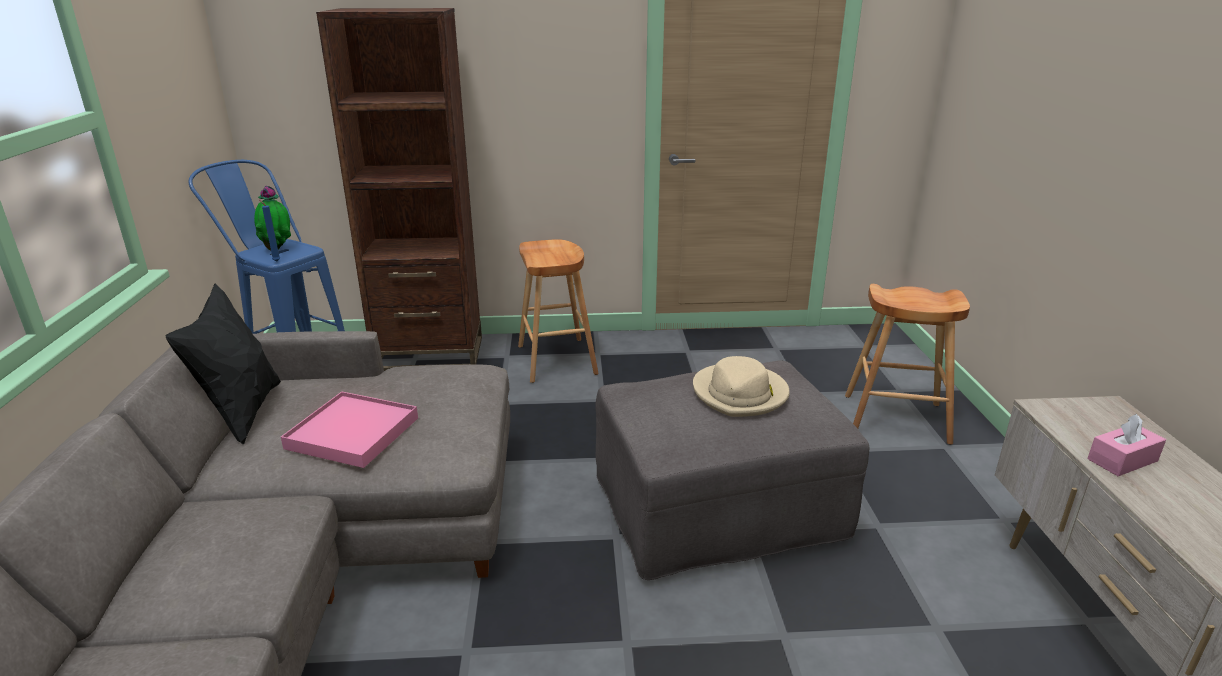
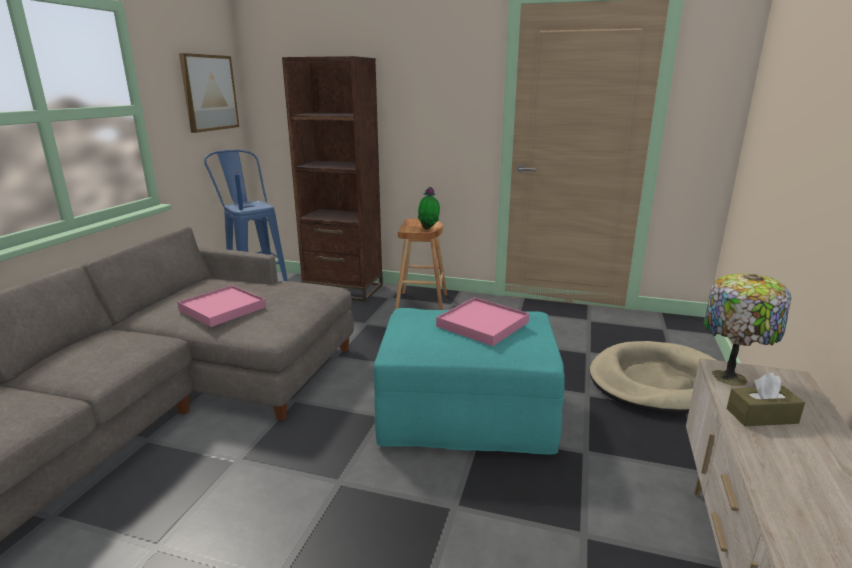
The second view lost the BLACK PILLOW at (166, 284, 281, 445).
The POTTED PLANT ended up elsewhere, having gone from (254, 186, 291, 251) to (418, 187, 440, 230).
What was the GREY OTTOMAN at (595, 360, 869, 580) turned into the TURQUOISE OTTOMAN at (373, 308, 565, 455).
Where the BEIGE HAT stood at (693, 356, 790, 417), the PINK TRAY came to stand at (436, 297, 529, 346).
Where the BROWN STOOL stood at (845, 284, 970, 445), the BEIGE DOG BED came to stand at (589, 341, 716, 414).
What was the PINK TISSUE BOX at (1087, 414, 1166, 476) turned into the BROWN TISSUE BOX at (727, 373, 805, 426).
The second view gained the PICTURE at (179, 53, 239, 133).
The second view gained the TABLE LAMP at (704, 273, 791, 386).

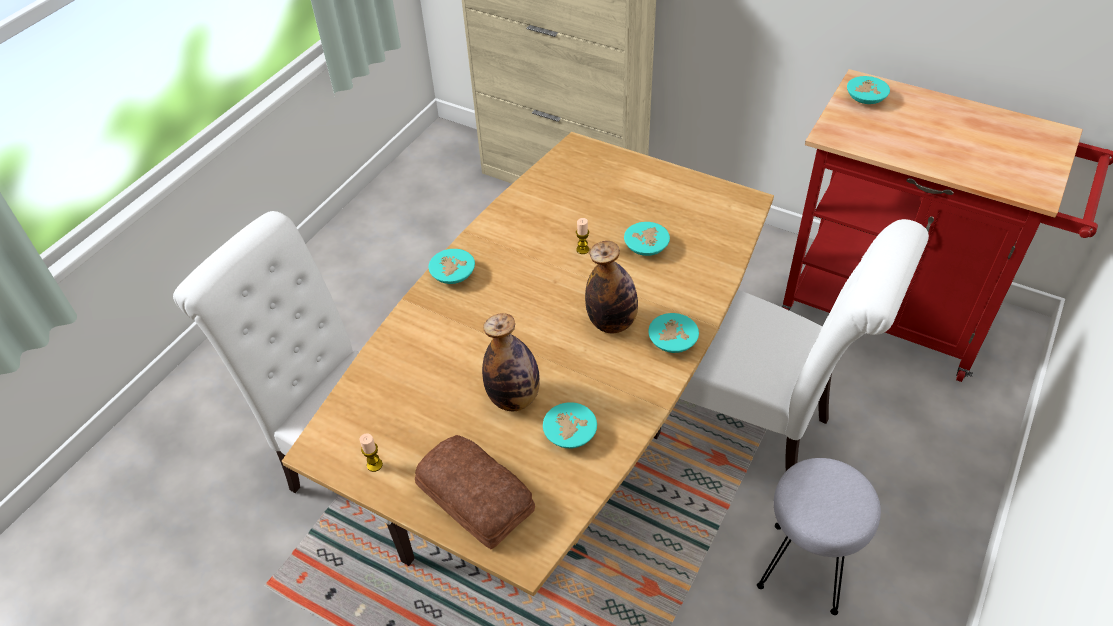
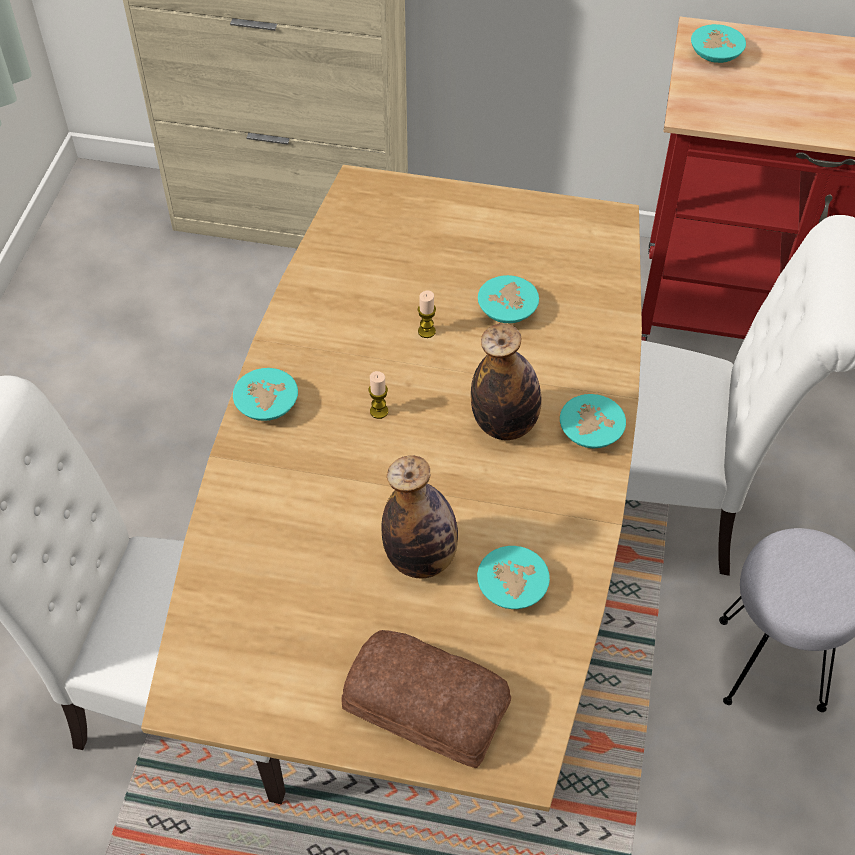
The CANDLE ended up elsewhere, having gone from (360, 434, 383, 472) to (369, 371, 388, 419).

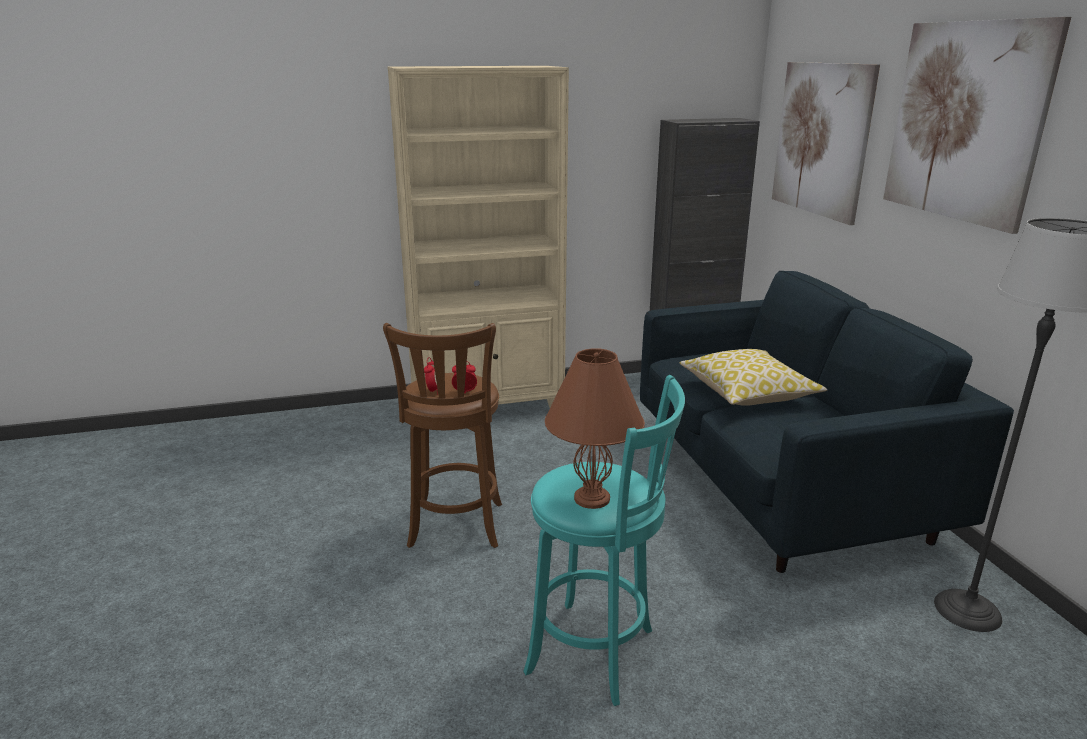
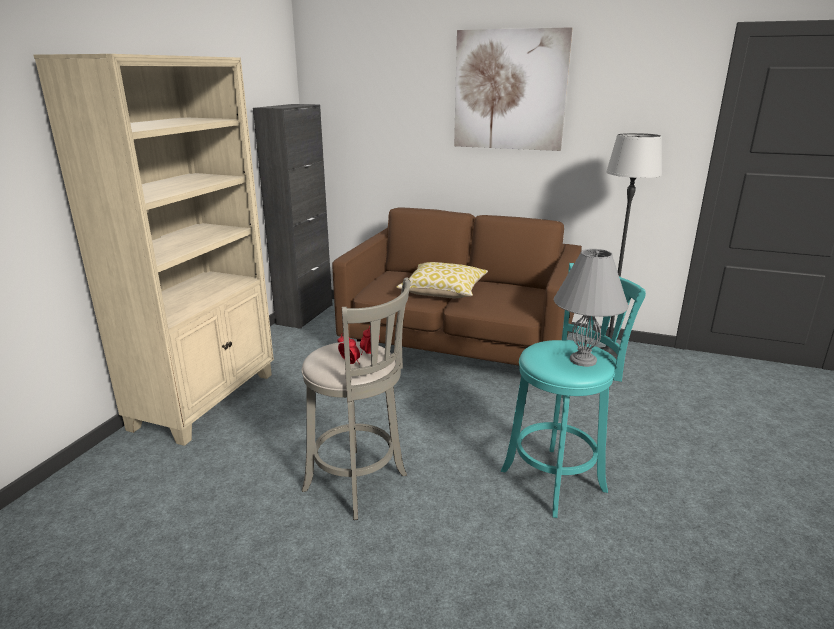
What was the BROWN STOOL at (383, 323, 502, 548) turned into the GREY STOOL at (302, 277, 411, 520).
What was the BROWN TABLE LAMP at (545, 348, 645, 509) turned into the GREY TABLE LAMP at (554, 249, 629, 367).
What was the BLUE SOFA at (640, 271, 1014, 573) turned into the BROWN SOFA at (332, 208, 582, 366).
The second view lost the PICTURE at (772, 62, 880, 225).

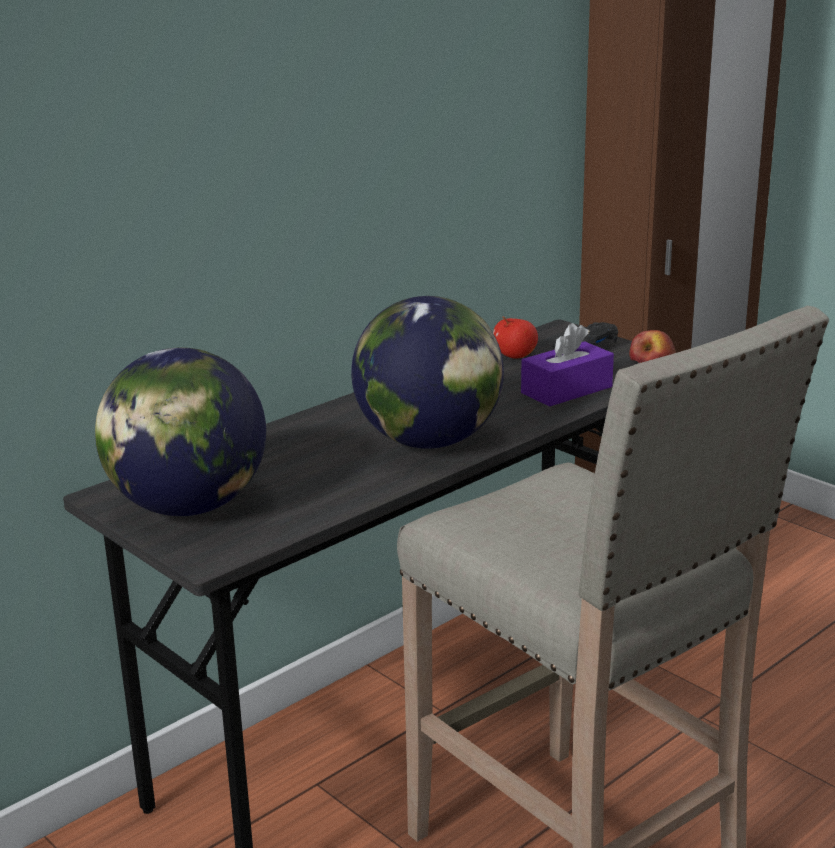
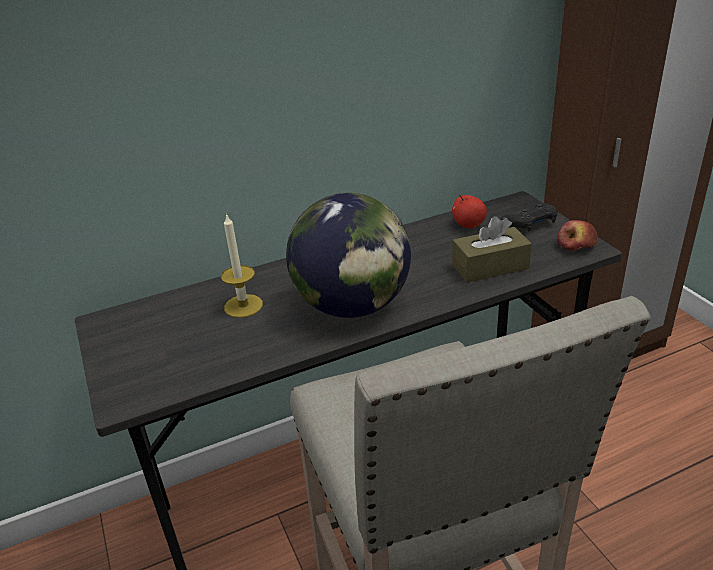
The second view lost the GLOBE at (95, 348, 266, 516).
What was the PURPLE TISSUE BOX at (521, 323, 614, 407) turned into the BROWN TISSUE BOX at (452, 216, 532, 283).
The second view gained the CANDLE at (221, 213, 263, 318).

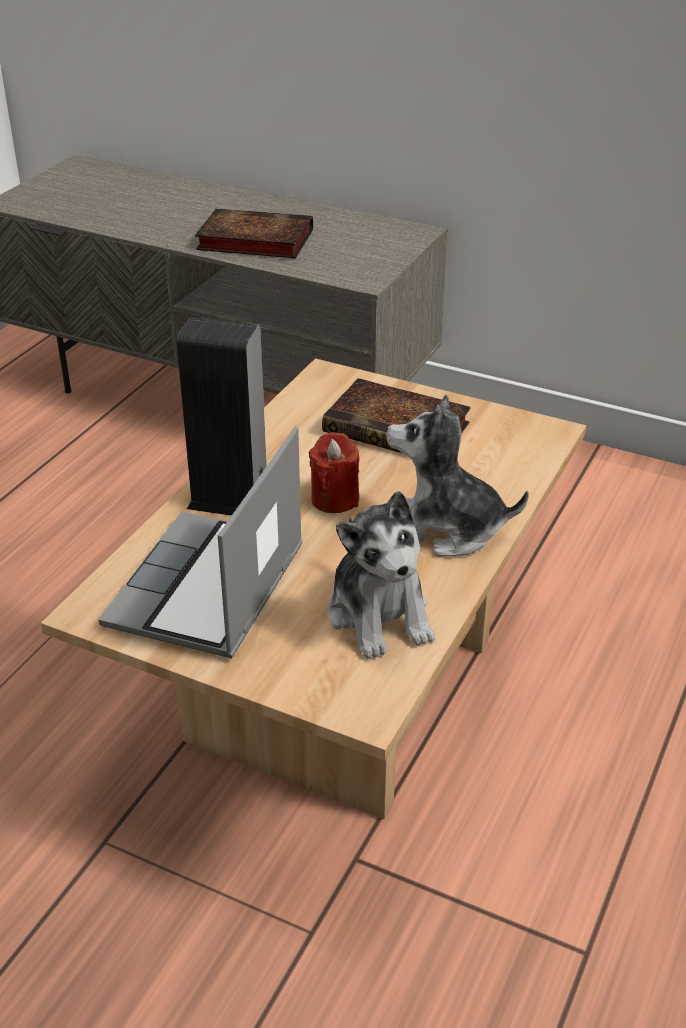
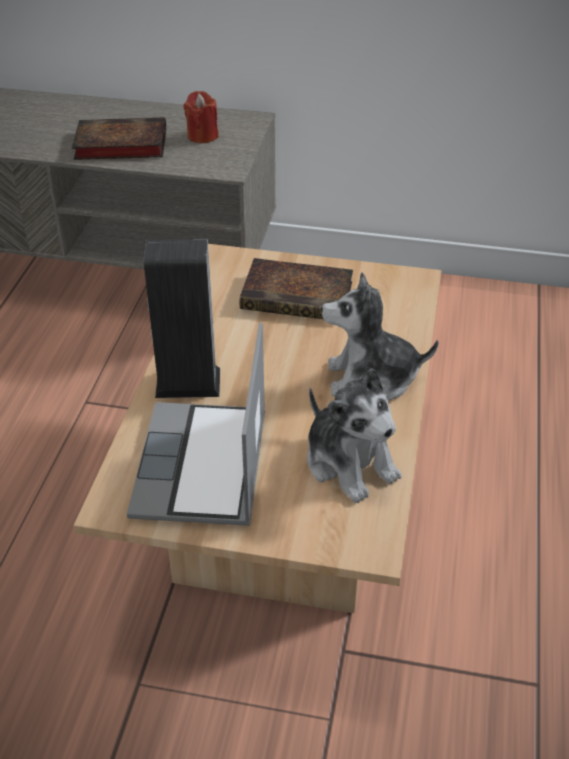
The RED CANDLE ended up elsewhere, having gone from (309, 432, 359, 513) to (184, 91, 219, 143).

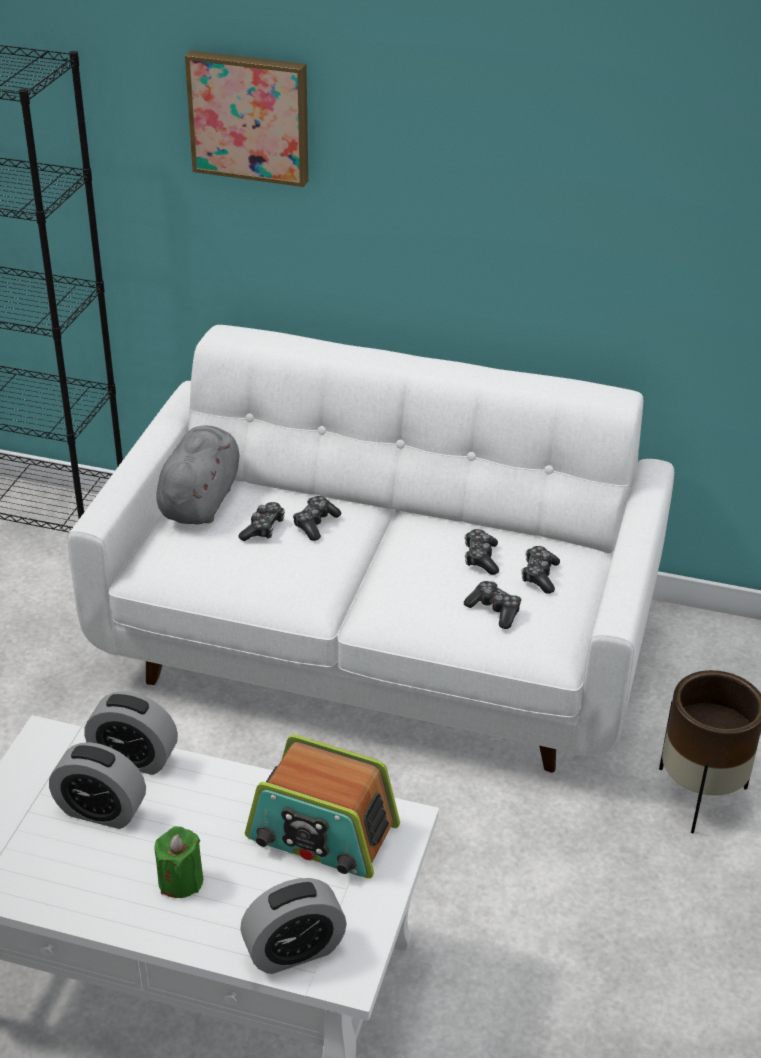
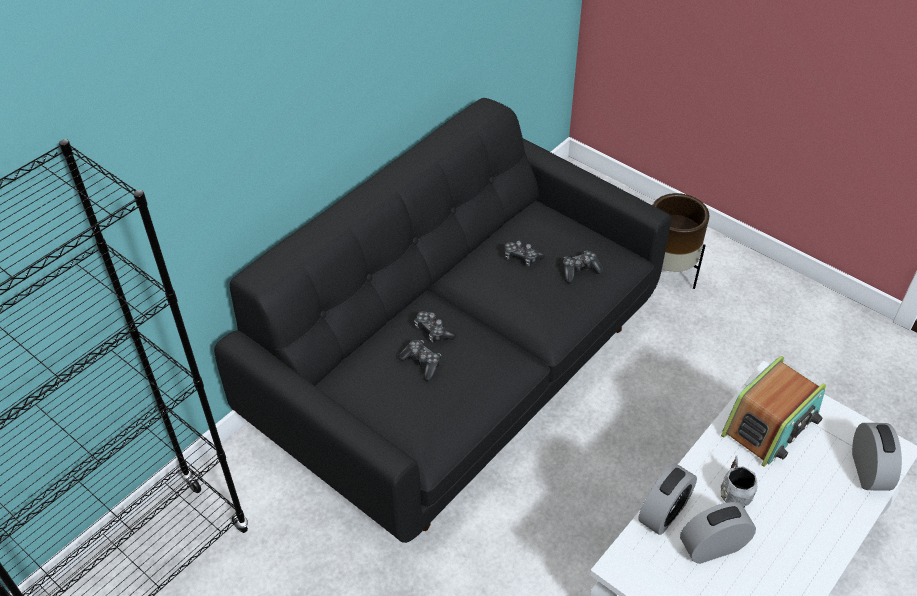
The ALARM CLOCK at (49, 742, 146, 829) ended up facing another way, 150 degrees counterclockwise from before.
What was the WHITE SOFA at (68, 325, 674, 773) turned into the BLACK SOFA at (214, 98, 671, 543).
The second view lost the GREEN CANDLE at (155, 826, 203, 898).
The second view lost the GREY PLUSH TOY at (156, 425, 239, 524).
The second view lost the PICTURE at (185, 50, 308, 187).
The second view lost the GAME CONTROLLER at (522, 546, 560, 594).
The second view gained the GREY MUG at (721, 456, 757, 508).

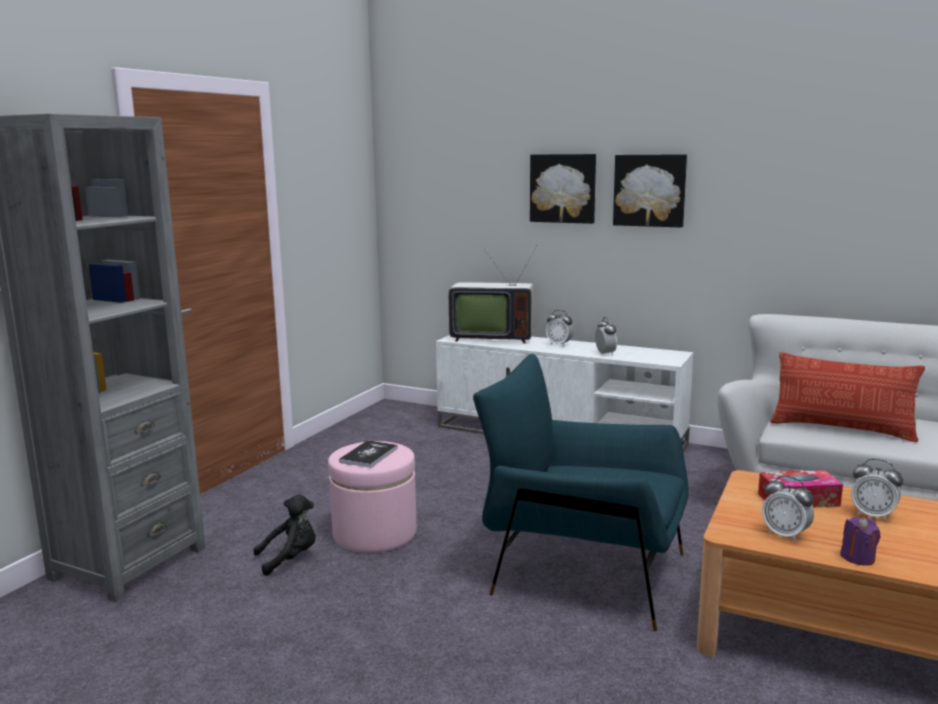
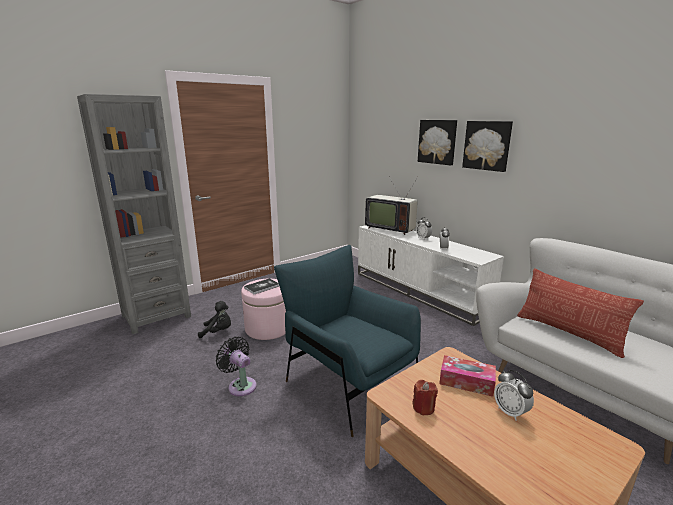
Where the ALARM CLOCK stood at (762, 475, 814, 542), the RED CANDLE came to stand at (412, 380, 438, 415).
The second view lost the PURPLE CANDLE at (840, 517, 880, 565).
The second view gained the BLACK FAN at (216, 337, 257, 396).

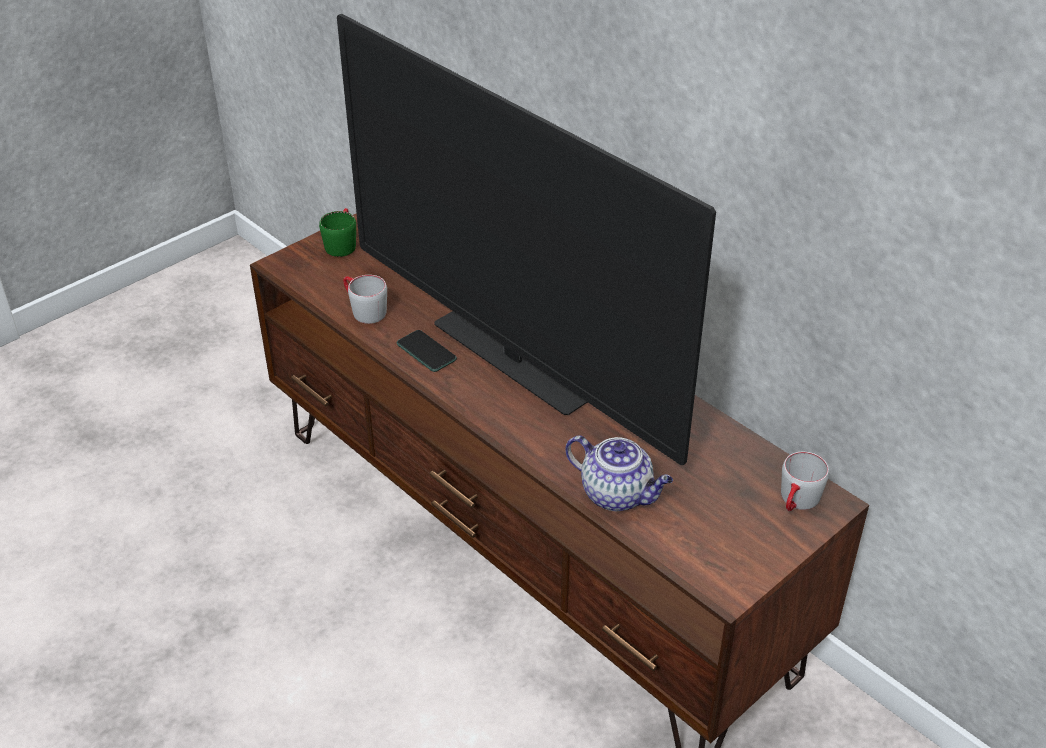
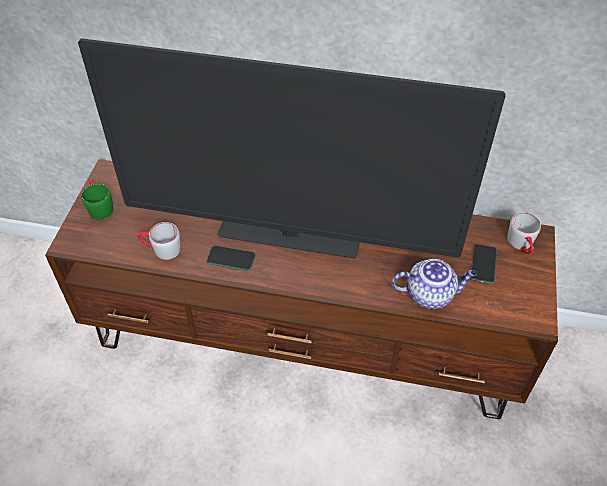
The second view gained the PHONE at (471, 244, 497, 284).

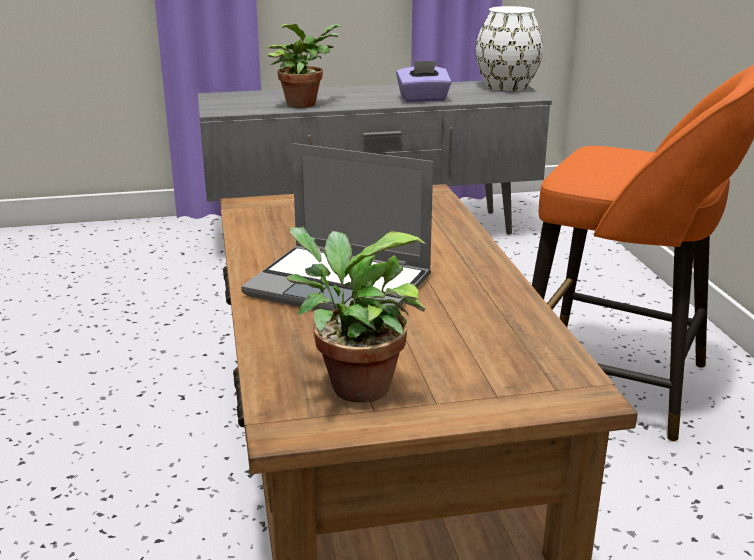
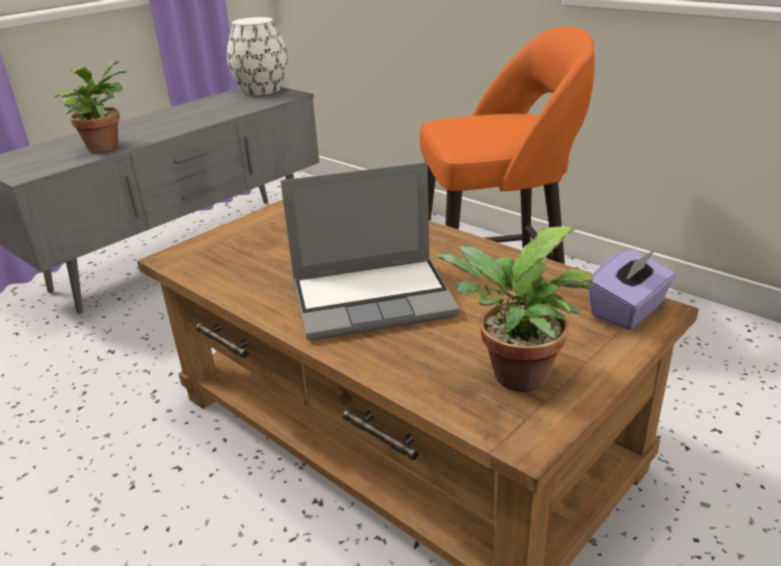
The PURPLE TISSUE BOX ended up elsewhere, having gone from (396, 61, 452, 102) to (588, 249, 676, 330).

